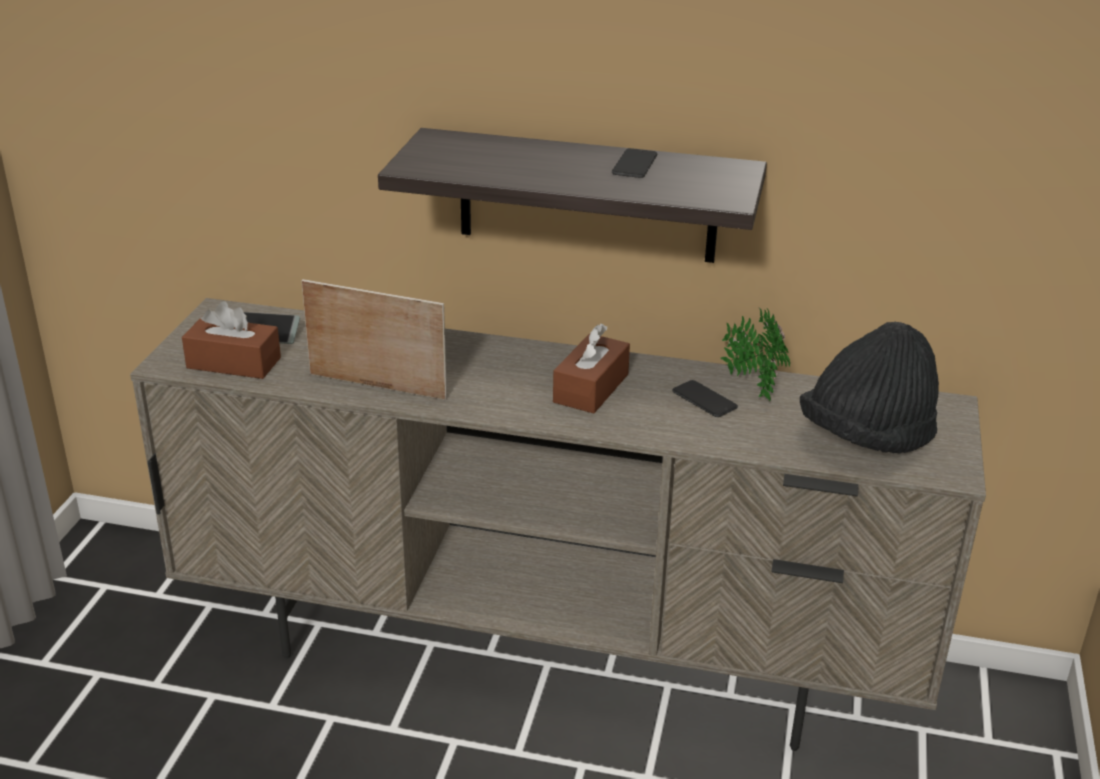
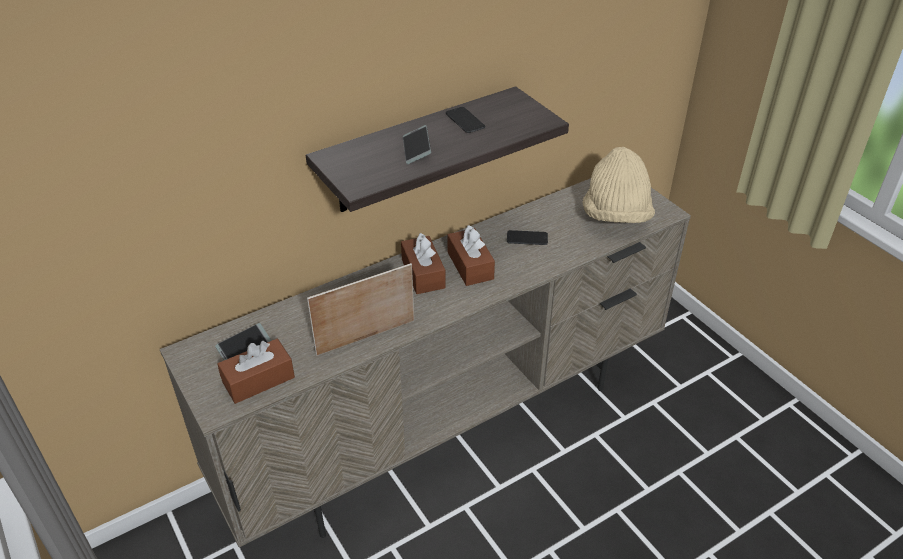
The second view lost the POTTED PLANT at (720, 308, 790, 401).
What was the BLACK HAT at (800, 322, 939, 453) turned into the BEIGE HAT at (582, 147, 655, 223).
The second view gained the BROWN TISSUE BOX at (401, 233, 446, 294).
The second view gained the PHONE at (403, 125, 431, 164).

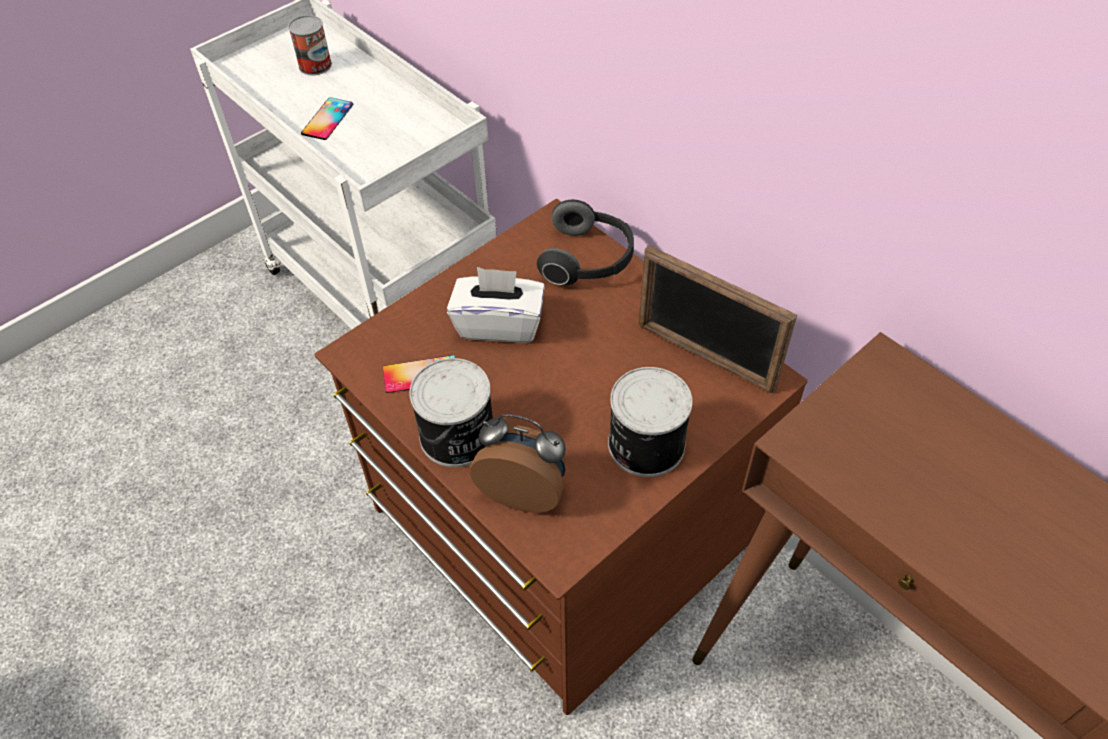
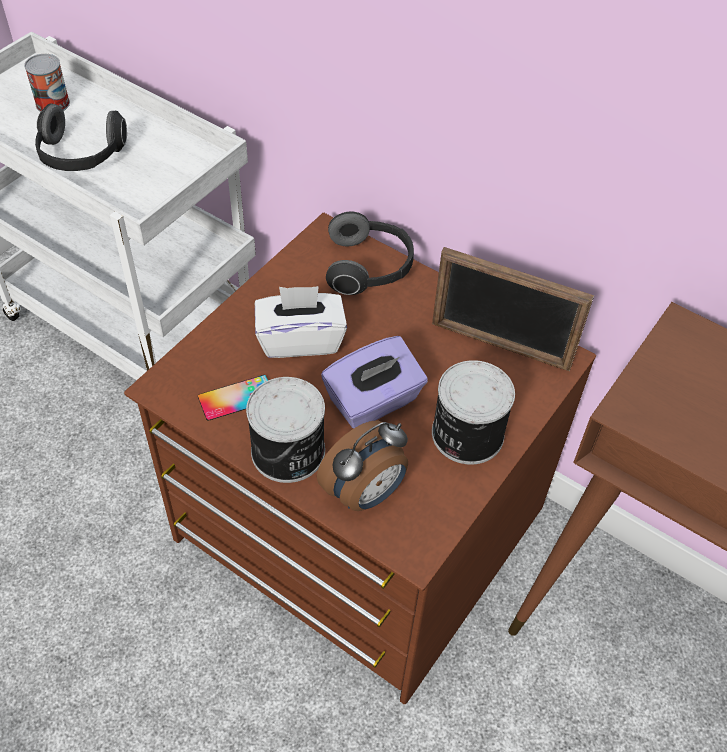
Where the PHONE stood at (301, 97, 353, 140), the HEADPHONES came to stand at (35, 103, 127, 171).
The ALARM CLOCK at (470, 414, 566, 513) ended up facing another way, 135 degrees clockwise from before.
The second view gained the PURPLE TISSUE BOX at (321, 336, 428, 429).

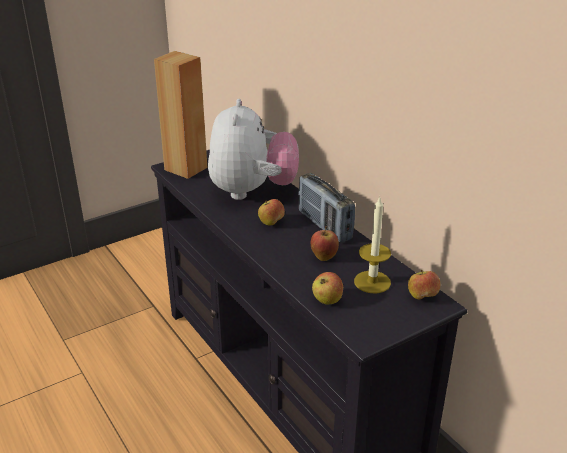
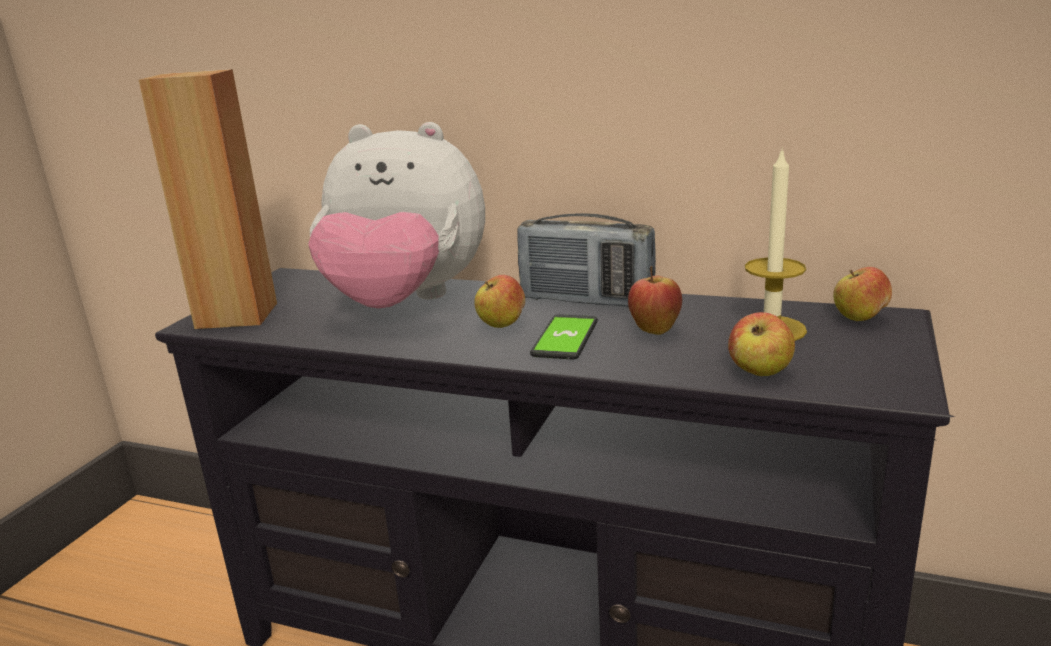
The PLUSH TOY at (208, 99, 299, 200) ended up facing another way, 135 degrees clockwise from before.
The second view gained the PHONE at (530, 314, 598, 359).

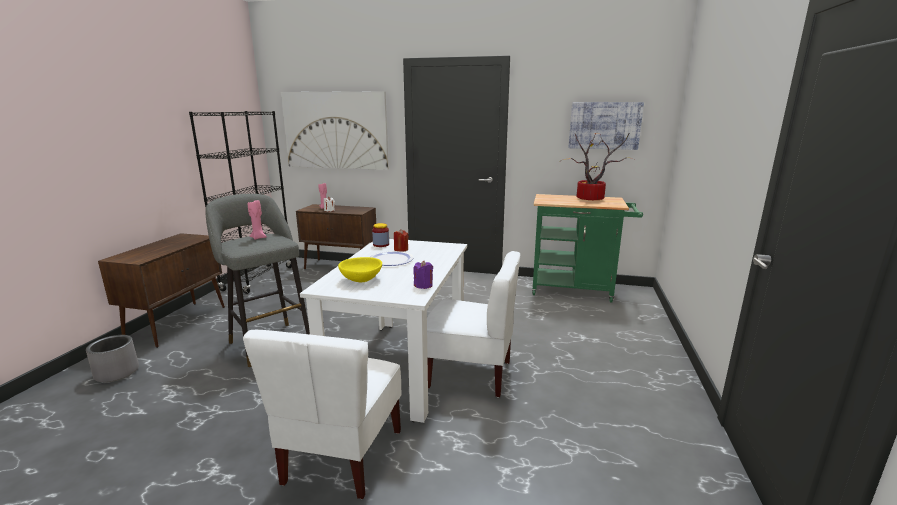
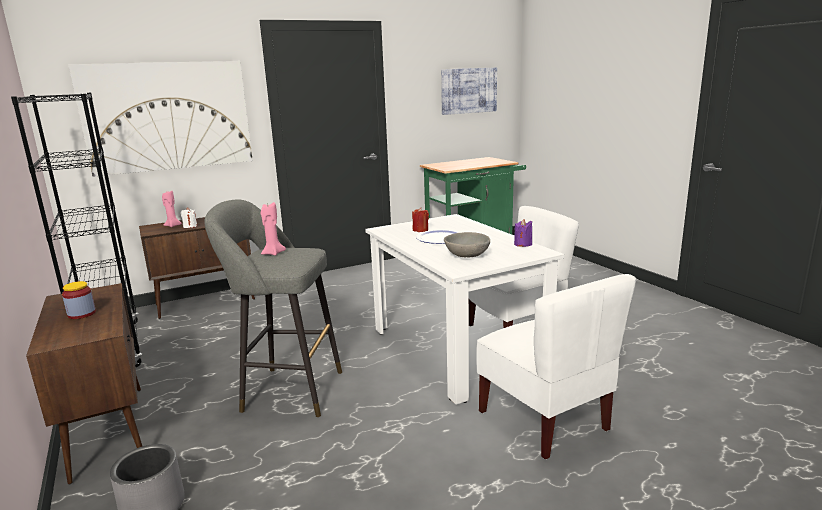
What was the YELLOW BOWL at (338, 257, 382, 282) turned into the GREY BOWL at (444, 232, 490, 257).
The JAR ended up elsewhere, having gone from (372, 223, 389, 247) to (62, 281, 96, 319).
The second view lost the POTTED PLANT at (564, 132, 629, 200).

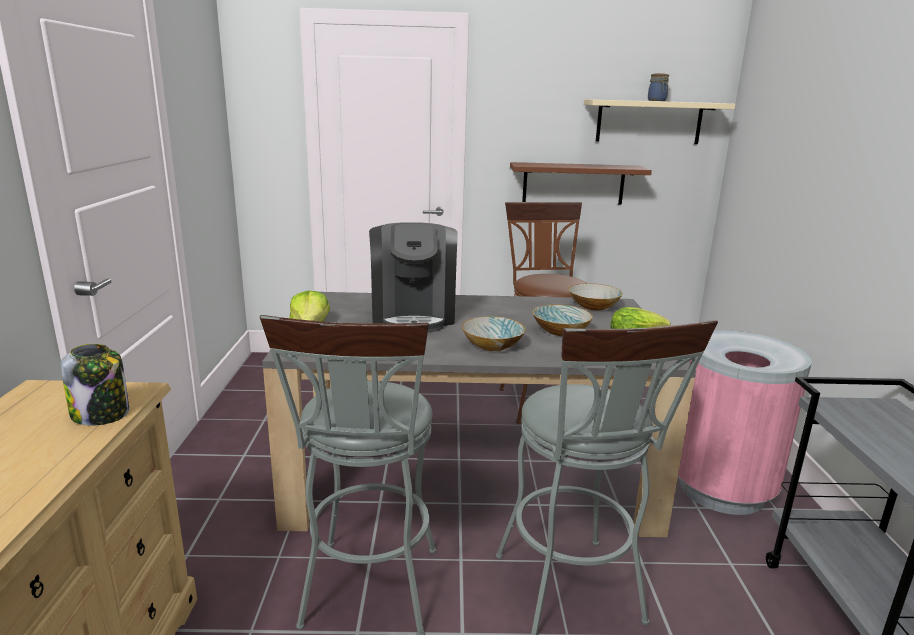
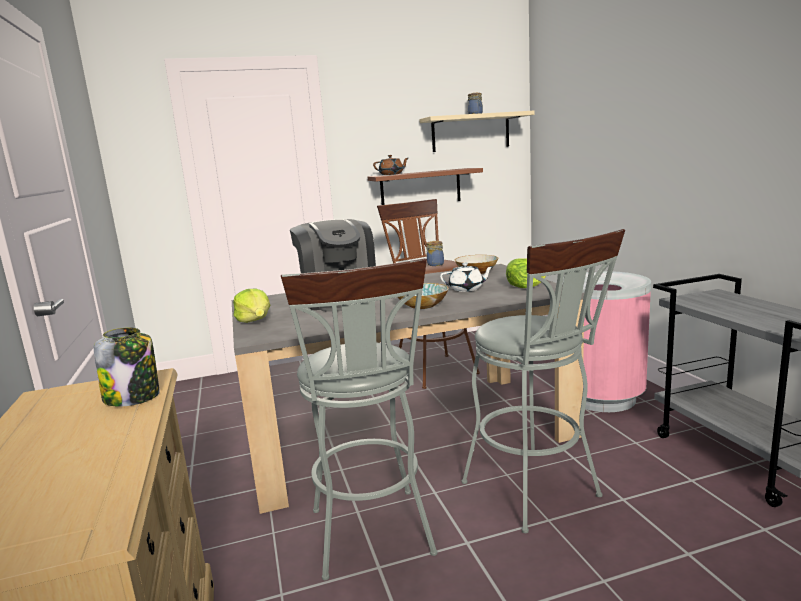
Where the BOWL stood at (533, 304, 593, 336), the WHITE TEAPOT came to stand at (440, 263, 494, 292).
The second view gained the BROWN TEAPOT at (373, 155, 408, 175).
The second view gained the JAR at (426, 241, 444, 266).

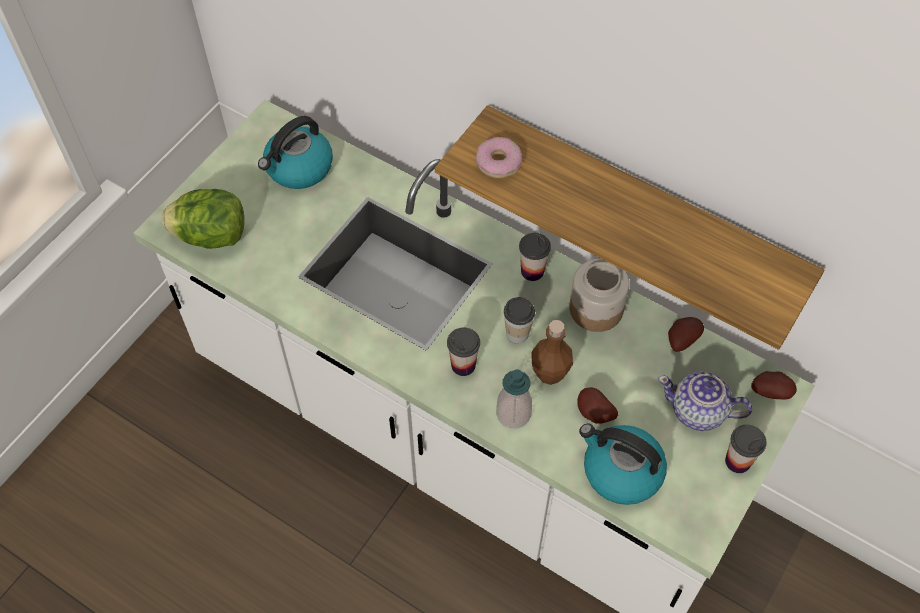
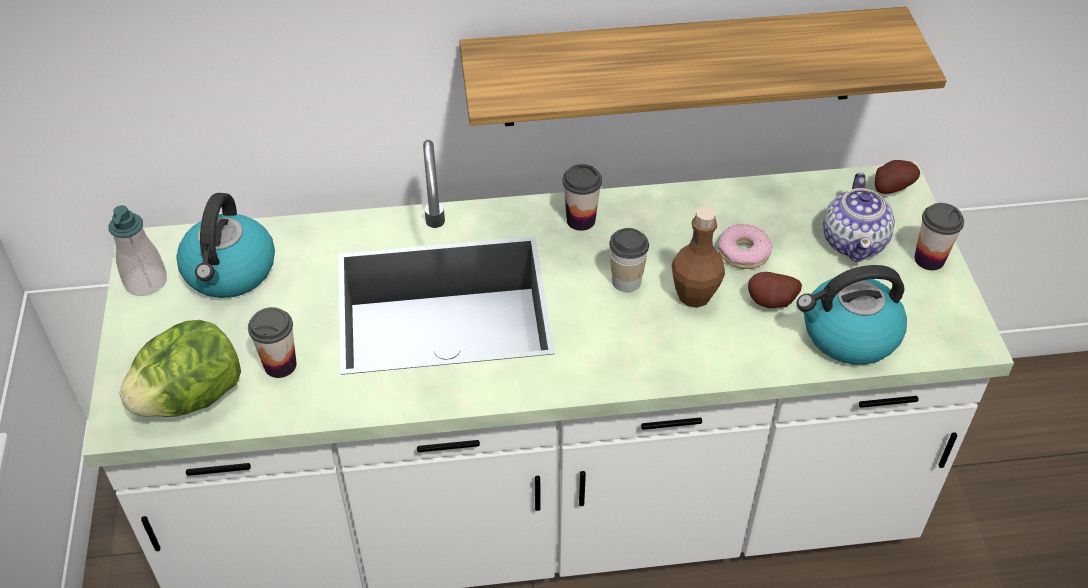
The CUP ended up elsewhere, having gone from (447, 328, 480, 376) to (248, 307, 297, 378).
The DONUT ended up elsewhere, having gone from (476, 137, 522, 178) to (718, 224, 773, 269).
The SOAP DISPENSER ended up elsewhere, having gone from (496, 369, 532, 428) to (109, 205, 167, 296).
The second view lost the JAR at (569, 259, 630, 332).
The TEAPOT at (658, 371, 752, 431) ended up facing another way, 60 degrees counterclockwise from before.
The second view lost the POTATO at (668, 317, 704, 352).

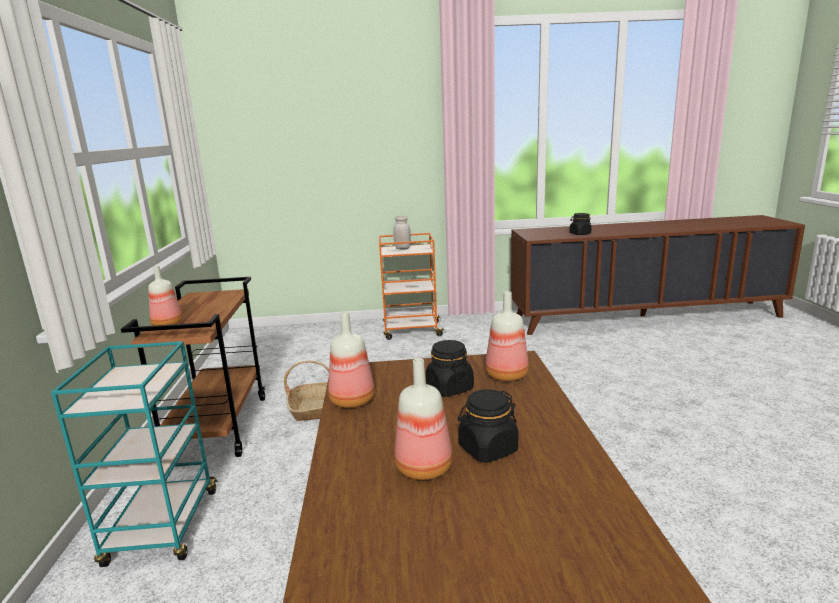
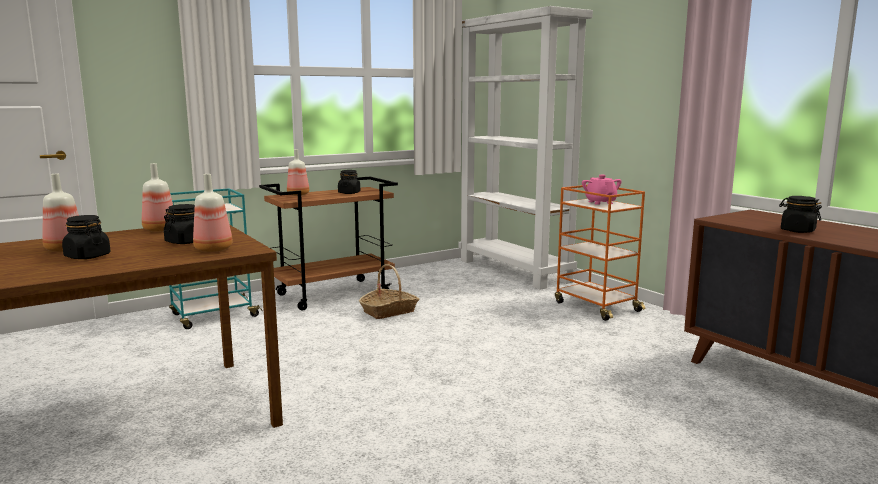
Where the WHITE JAR stood at (393, 216, 411, 250), the PINK TEAPOT came to stand at (582, 175, 622, 205).
The second view gained the BLACK JAR at (338, 170, 360, 194).
The second view gained the WHITE BOOKCASE at (458, 6, 593, 290).

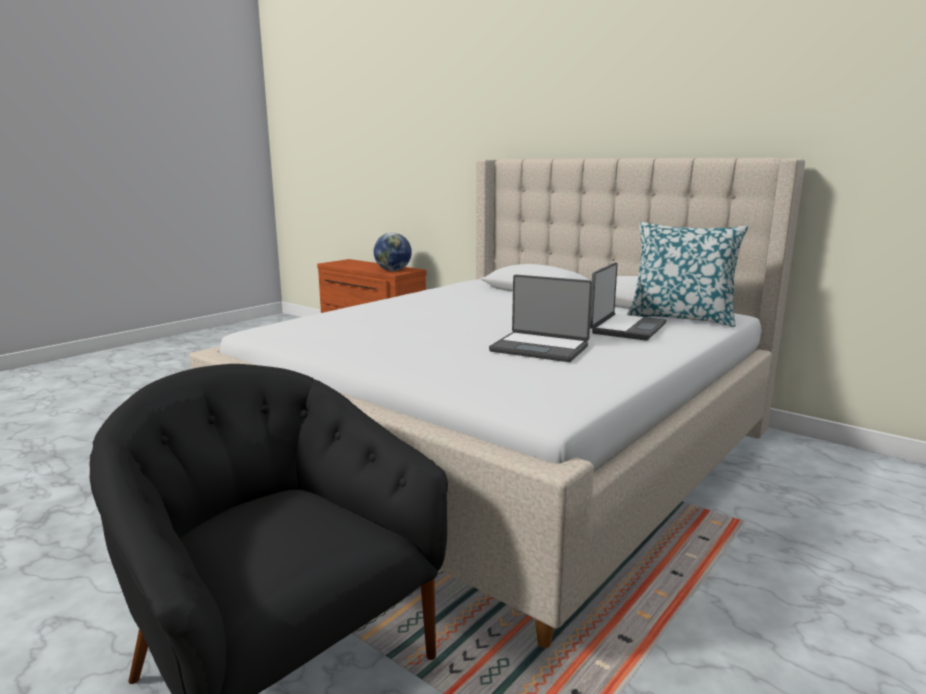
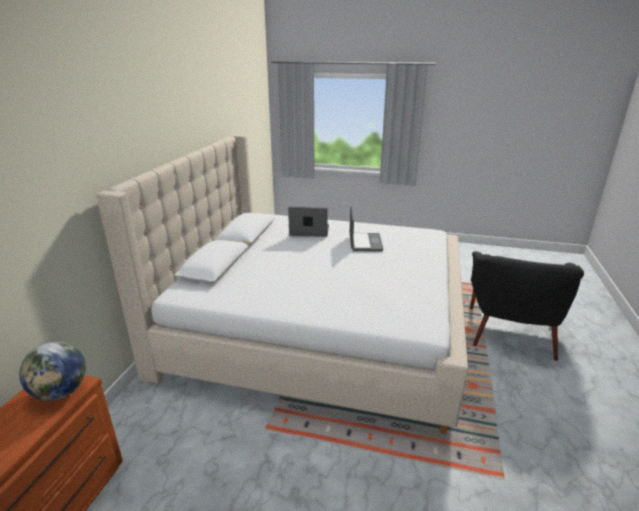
The second view lost the PILLOW at (627, 222, 748, 327).

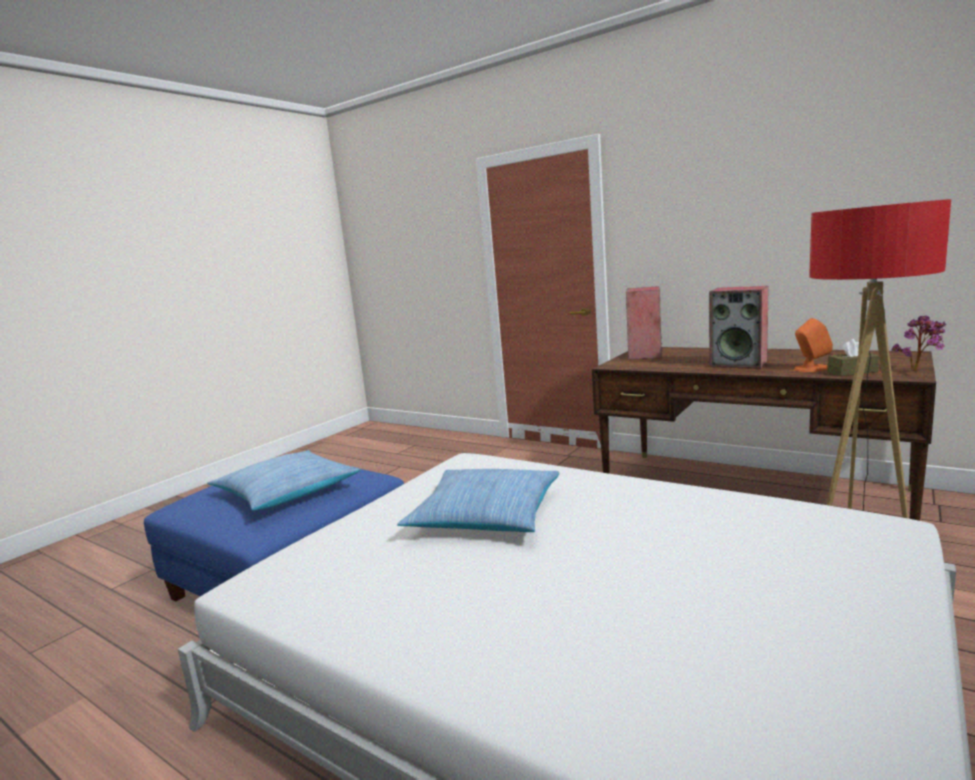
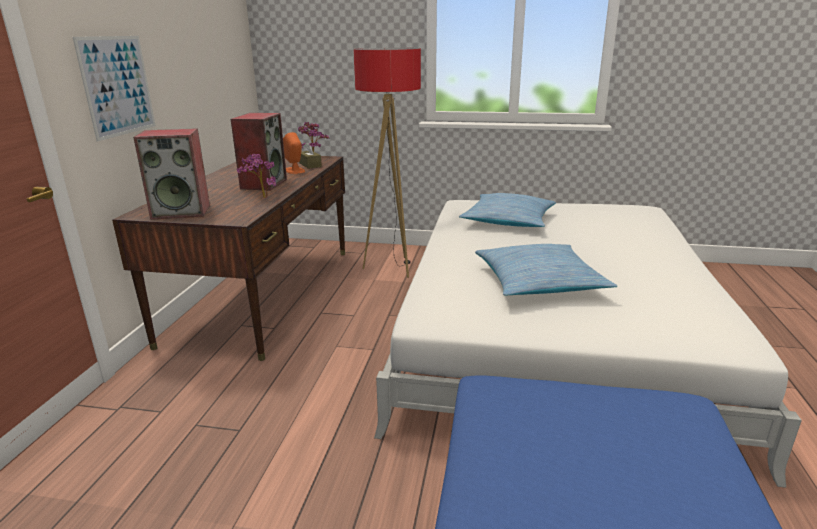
The PILLOW ended up elsewhere, having gone from (207, 450, 360, 510) to (459, 193, 556, 227).
The second view gained the PICTURE at (73, 36, 156, 141).
The second view gained the POTTED PLANT at (237, 154, 276, 198).

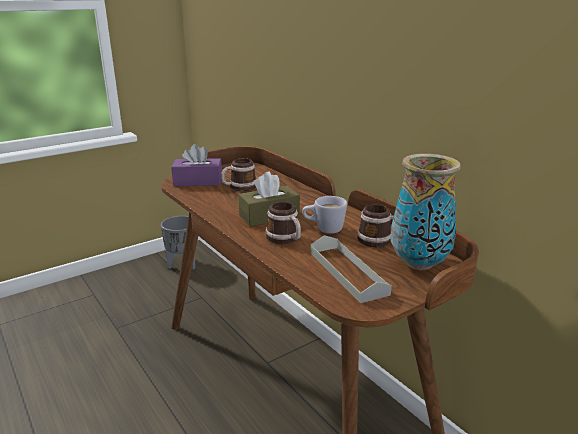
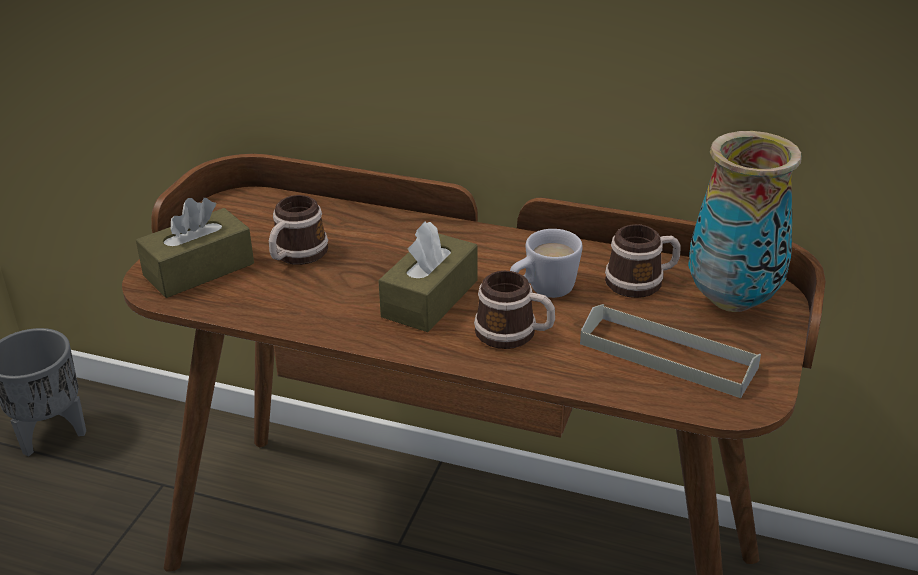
What was the PURPLE TISSUE BOX at (171, 144, 222, 186) turned into the BROWN TISSUE BOX at (136, 198, 254, 298).

